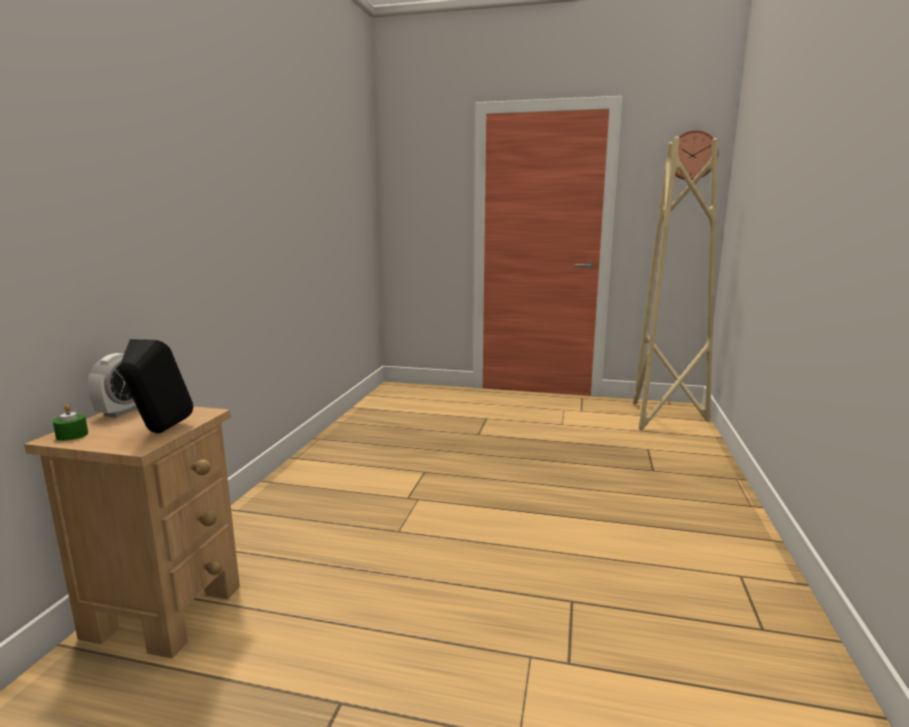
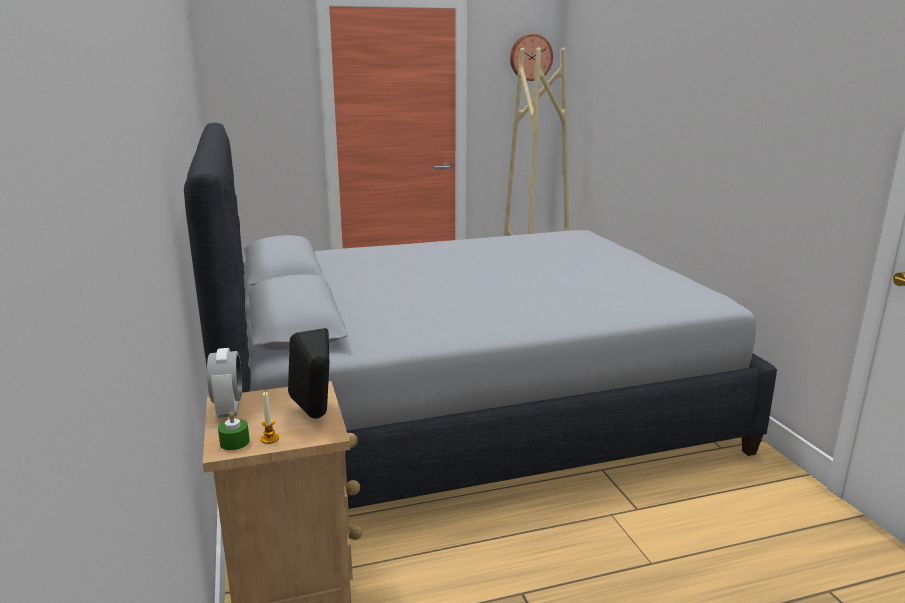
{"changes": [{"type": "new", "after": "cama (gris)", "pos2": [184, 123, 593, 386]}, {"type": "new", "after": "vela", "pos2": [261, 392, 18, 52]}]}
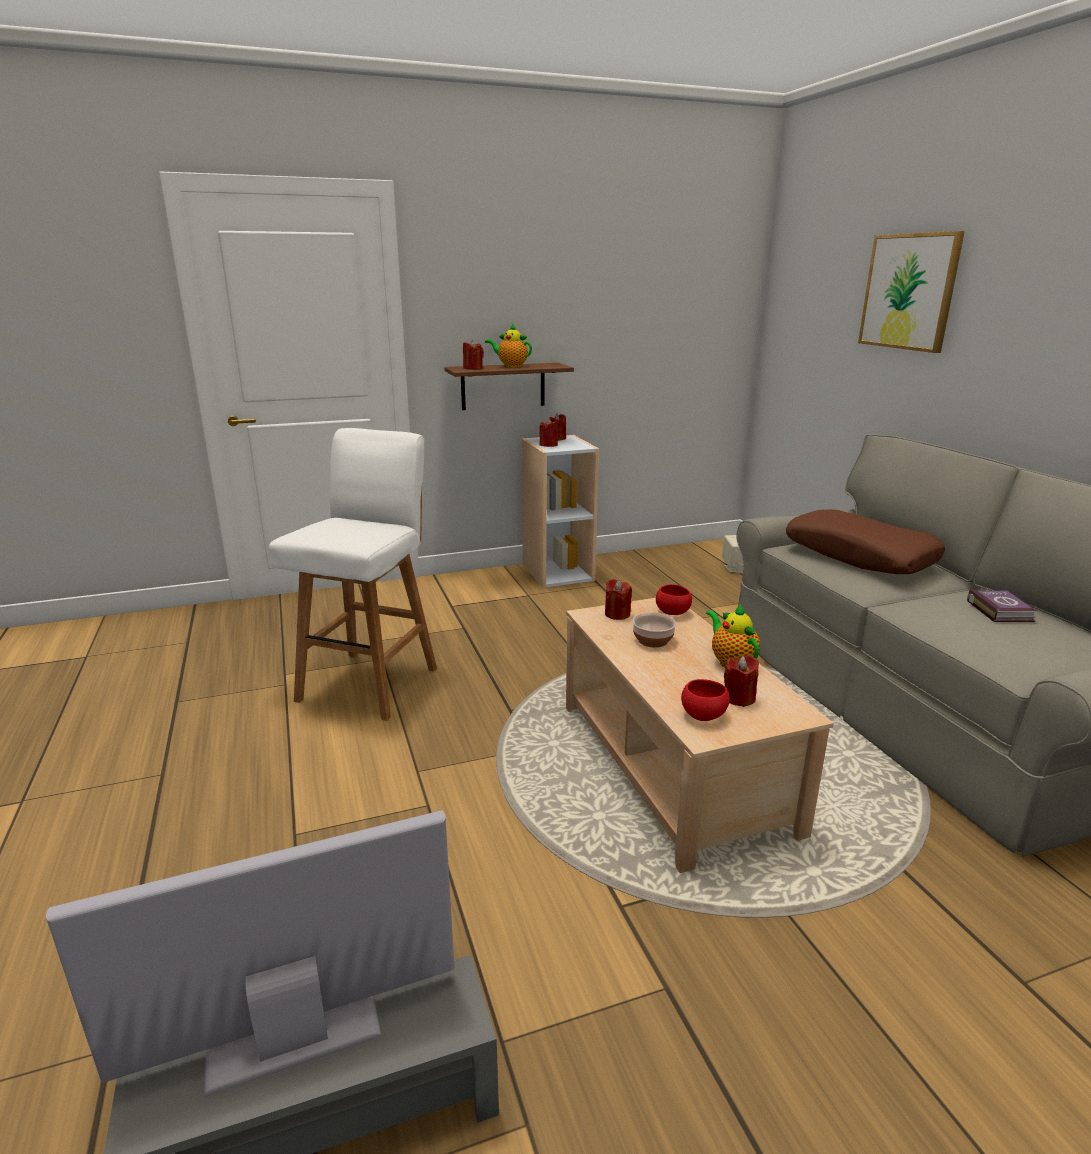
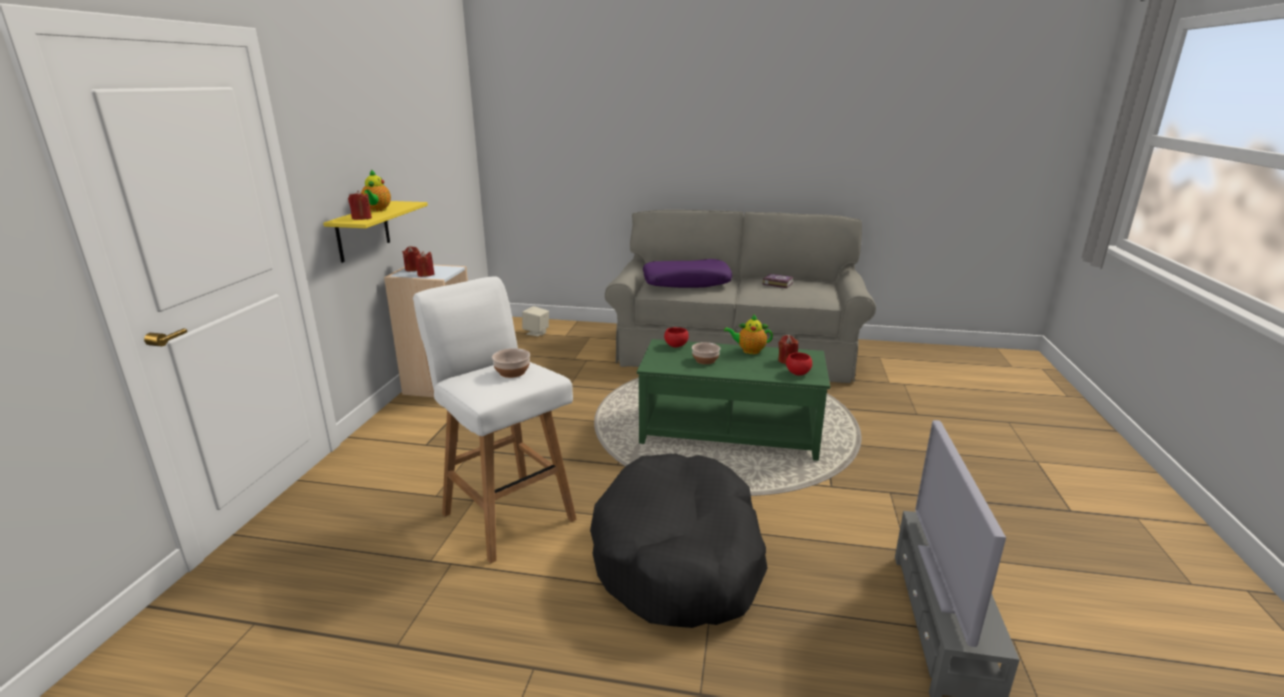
{"changes": [{"type": "gone", "before": "vela (rojo)", "pos1": [605, 579, 27, 41]}, {"type": "gone", "before": "cuadro", "pos1": [858, 231, 107, 122]}, {"type": "new", "after": "cuenco", "pos2": [492, 348, 38, 30]}, {"type": "new", "after": "cama para perro (negro)", "pos2": [590, 454, 178, 174]}, {"type": "repainted", "before": "estante (marrón)", "after": "estante (amarillo)", "pos1": [444, 363, 130, 47], "pos2": [323, 201, 105, 62]}, {"type": "repainted", "before": "mesa de centro (beis)", "after": "mesa de centro (verde)", "pos1": [566, 598, 268, 275], "pos2": [637, 339, 193, 122]}, {"type": "repainted", "before": "cojín (marrón)", "after": "cojín (morado)", "pos1": [786, 509, 159, 65], "pos2": [643, 259, 89, 29]}, {"type": "rotated", "before": "tetera", "pos1": [485, 323, 47, 44], "pos2": [361, 169, 30, 43], "turn": -60}]}
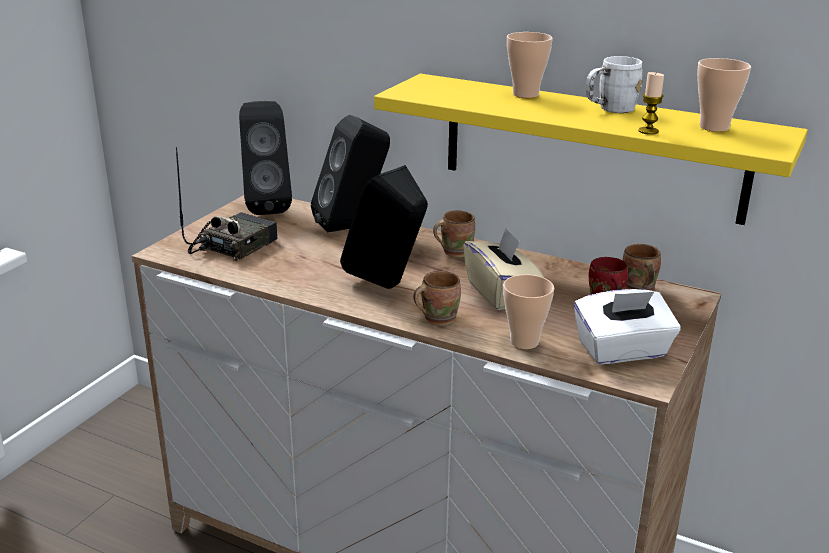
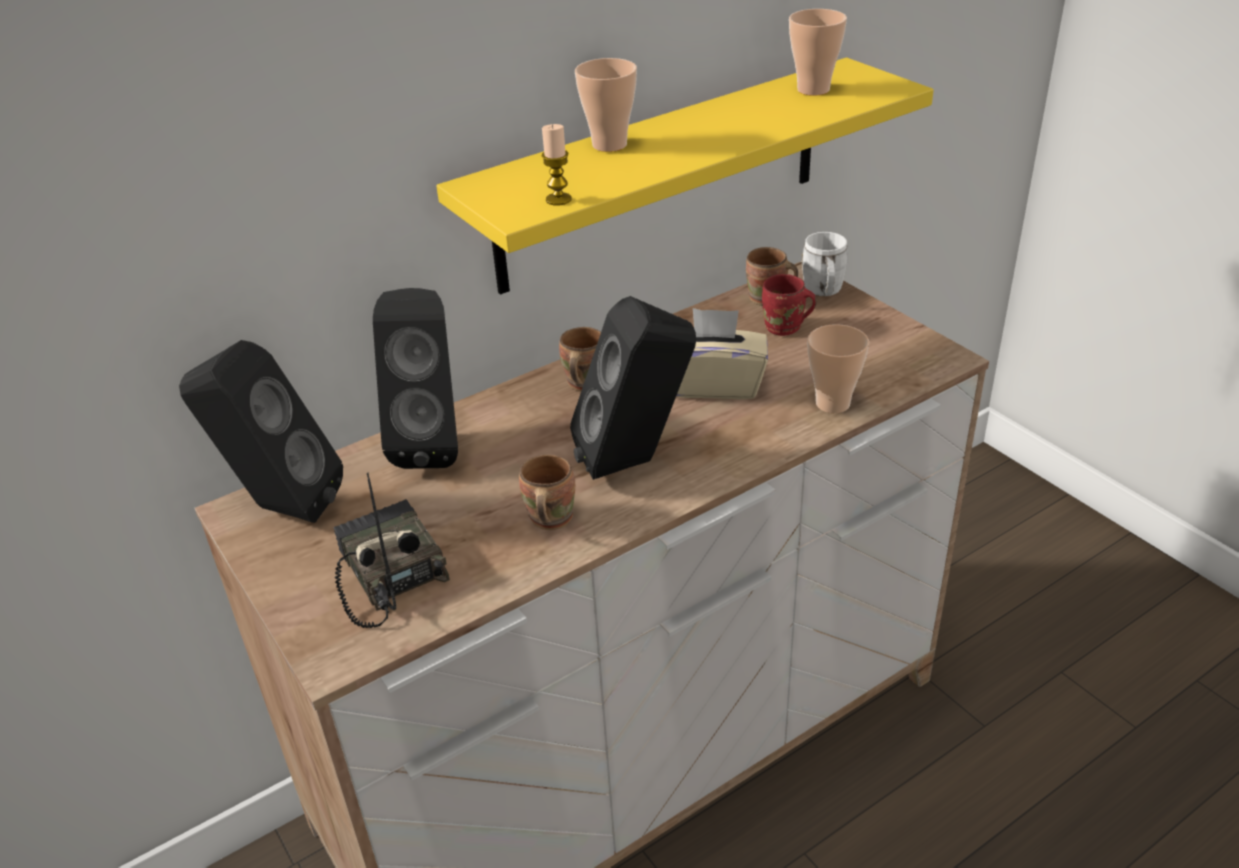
{"changes": [{"type": "gone", "before": "caja de pañuelos (blanco)", "pos1": [574, 289, 107, 75]}, {"type": "shifted", "before": "taza grande (marrón)", "pos1": [414, 271, 47, 55], "pos2": [519, 454, 56, 76]}, {"type": "shifted", "before": "taza grande (blanco)", "pos1": [586, 56, 57, 57], "pos2": [801, 232, 46, 64]}, {"type": "shifted", "before": "vela", "pos1": [638, 72, 26, 63], "pos2": [542, 124, 30, 82]}]}
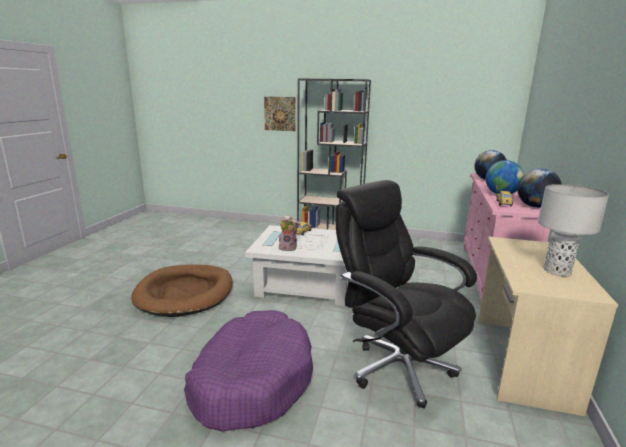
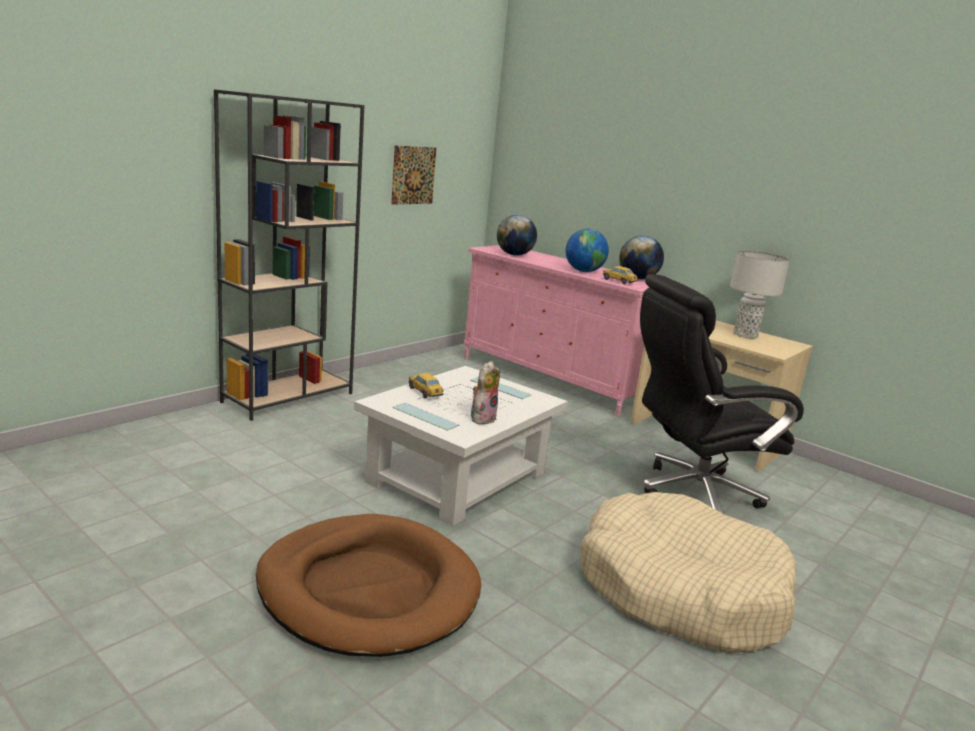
{"changes": [{"type": "shifted", "before": "cuadro", "pos1": [264, 96, 32, 35], "pos2": [391, 145, 45, 60]}, {"type": "repainted", "before": "cama para perro (morado)", "after": "cama para perro (beis)", "pos1": [184, 310, 129, 122], "pos2": [581, 492, 216, 162]}]}
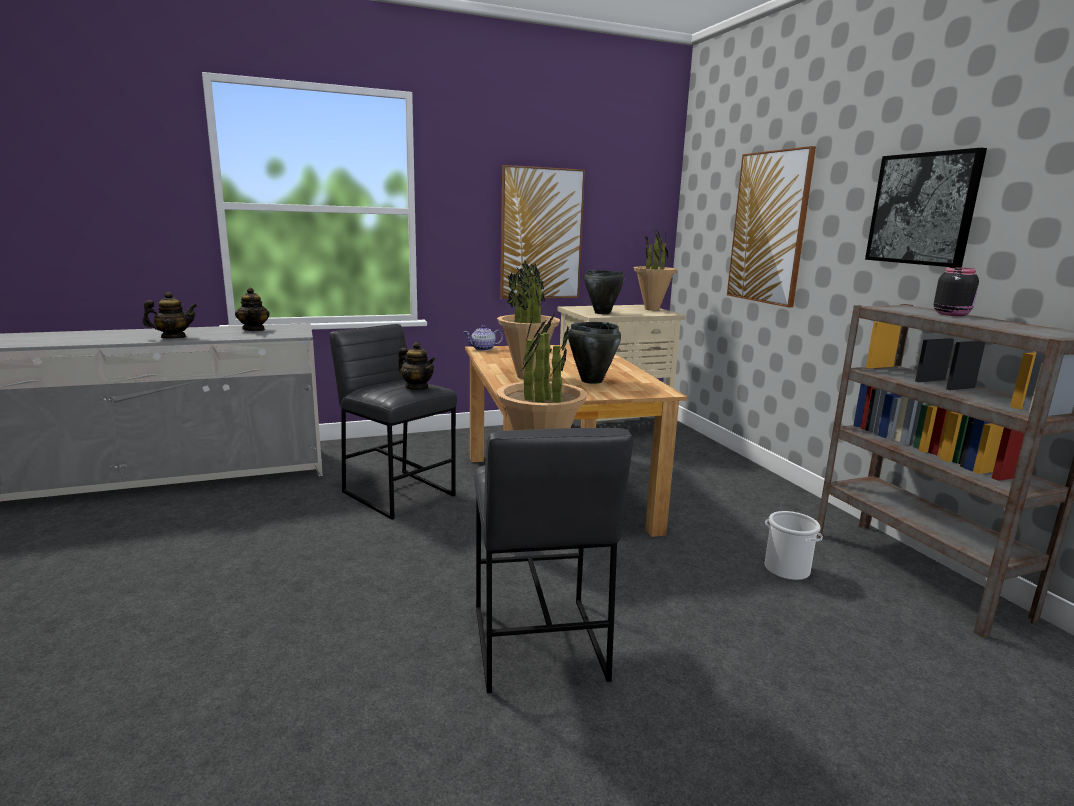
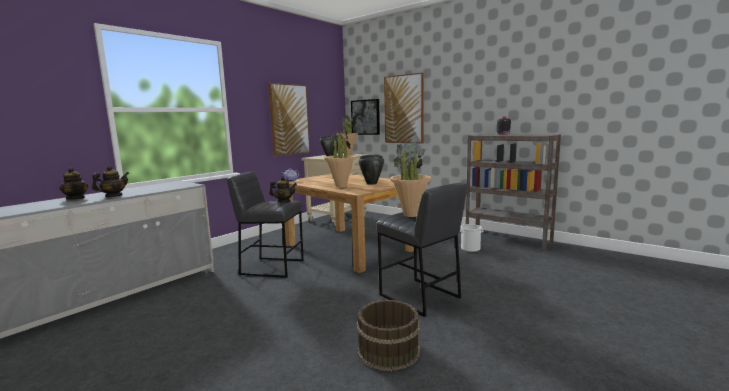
{"changes": [{"type": "new", "after": "cubo (marrón)", "pos2": [356, 300, 64, 71]}, {"type": "shifted", "before": "tetera", "pos1": [235, 288, 35, 43], "pos2": [60, 168, 28, 32]}, {"type": "shifted", "before": "cuadro", "pos1": [865, 148, 122, 120], "pos2": [351, 99, 29, 36]}]}
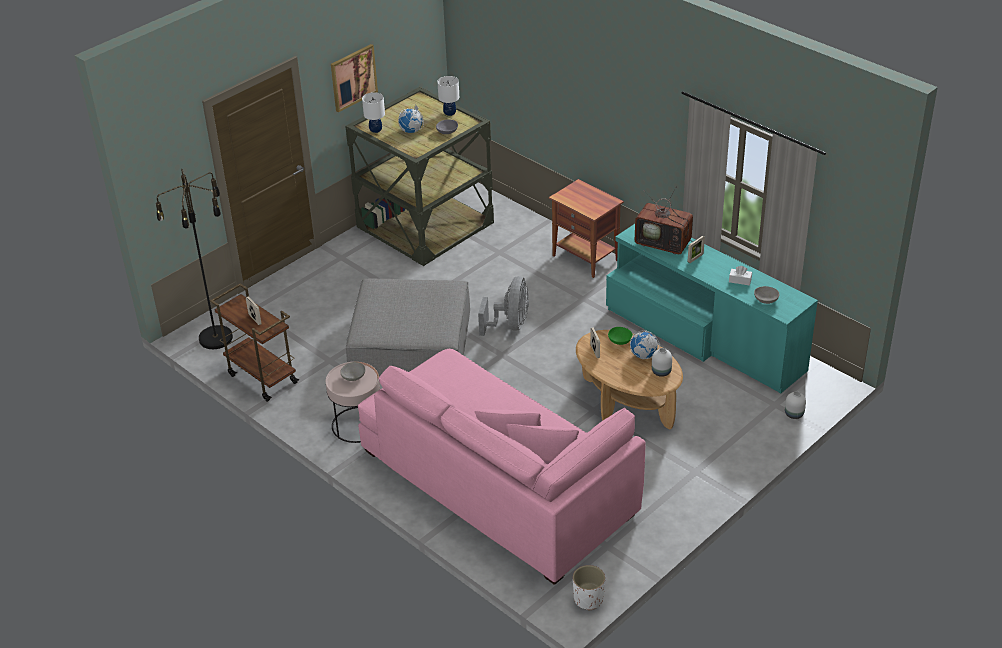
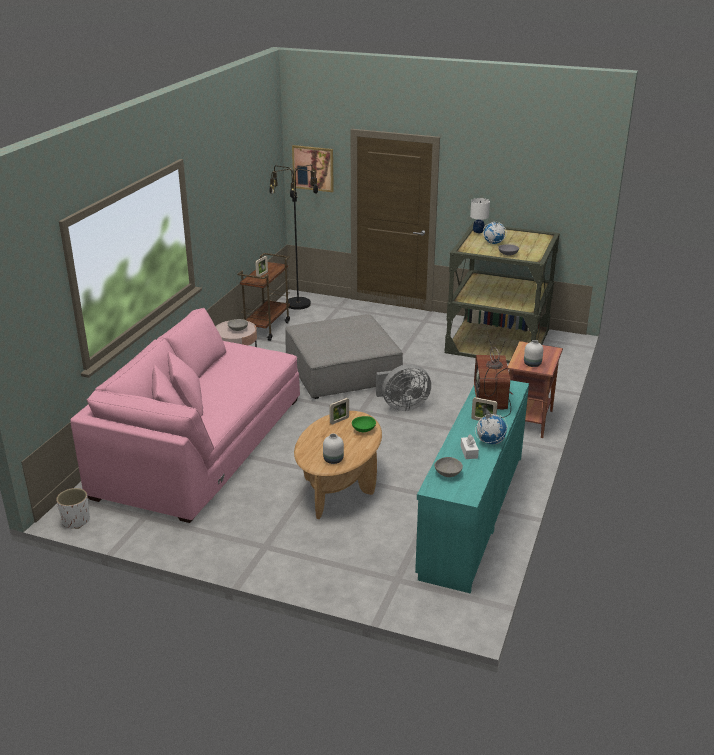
{"changes": [{"type": "gone", "before": "lámpara de mesa (blanco)", "pos1": [437, 76, 22, 40]}, {"type": "shifted", "before": "cuadro", "pos1": [331, 44, 47, 68], "pos2": [292, 145, 42, 47]}, {"type": "shifted", "before": "globo terráqueo", "pos1": [630, 330, 30, 29], "pos2": [475, 413, 32, 31]}, {"type": "shifted", "before": "florero (blanco)", "pos1": [785, 391, 21, 28], "pos2": [524, 340, 19, 27]}]}
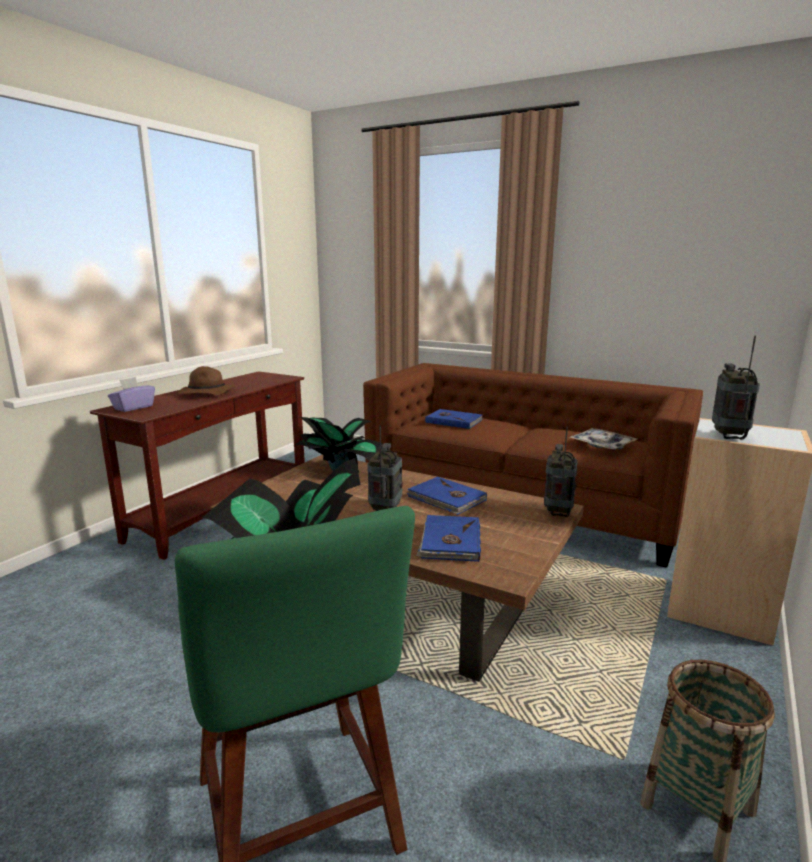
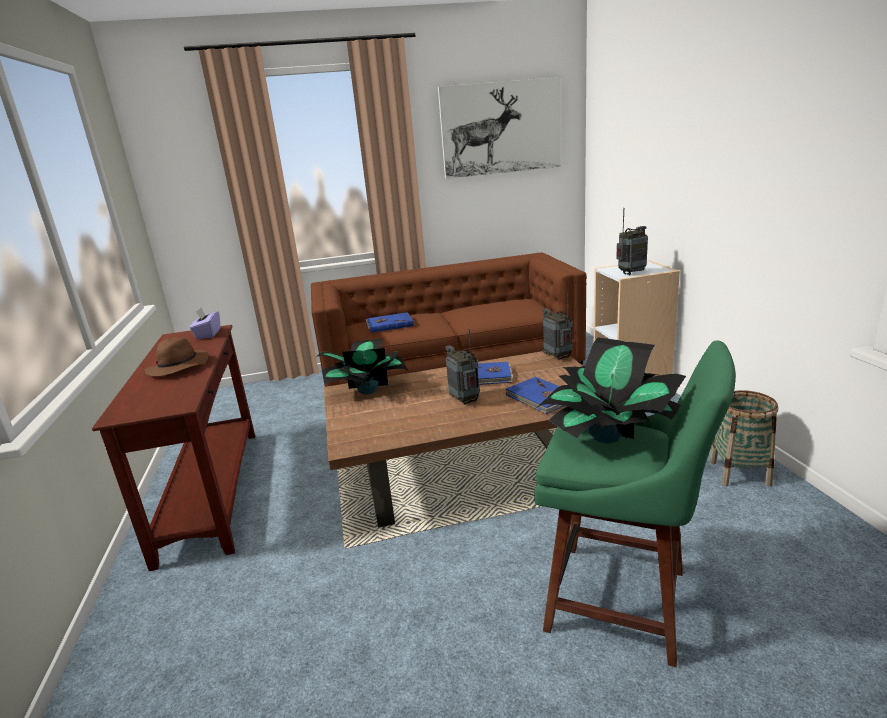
{"changes": [{"type": "gone", "before": "bandeja", "pos1": [569, 428, 68, 22]}, {"type": "new", "after": "cuadro", "pos2": [438, 77, 123, 102]}, {"type": "shifted", "before": "caja de pañuelos (morado)", "pos1": [108, 377, 47, 35], "pos2": [190, 308, 30, 31]}, {"type": "rotated", "before": "radio", "pos1": [712, 335, 48, 105], "pos2": [616, 208, 32, 67], "turn": 90}]}
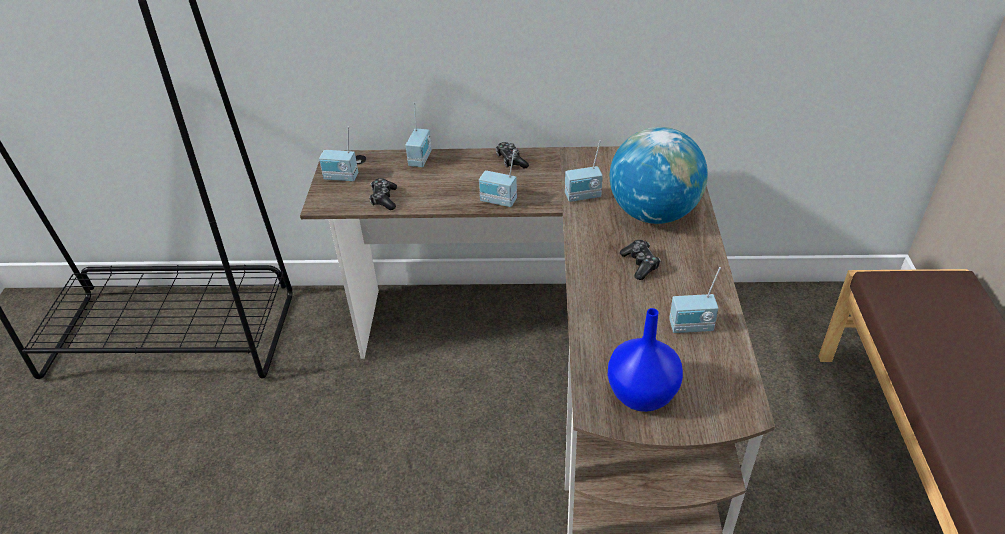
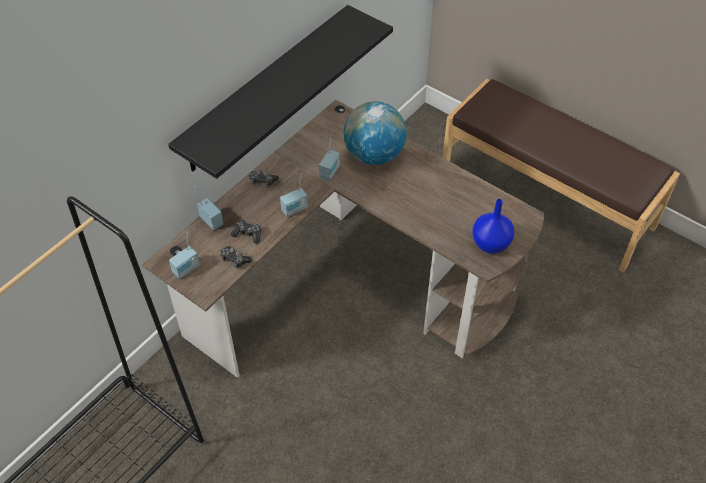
{"changes": [{"type": "gone", "before": "radio", "pos1": [669, 267, 52, 66]}, {"type": "new", "after": "estante (negro)", "pos2": [168, 5, 225, 174]}, {"type": "shifted", "before": "mando de consola", "pos1": [620, 240, 41, 40], "pos2": [231, 220, 30, 24]}]}
